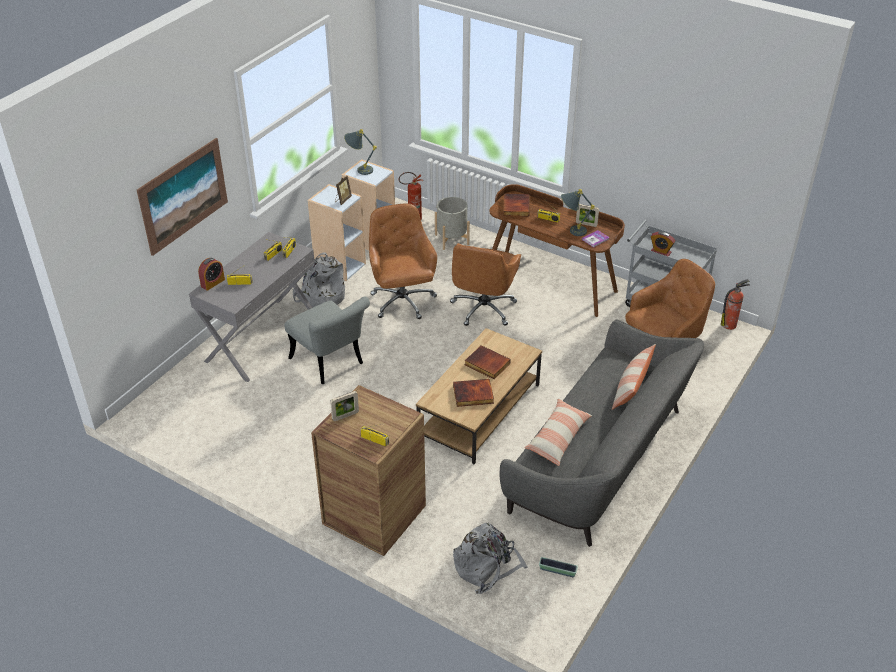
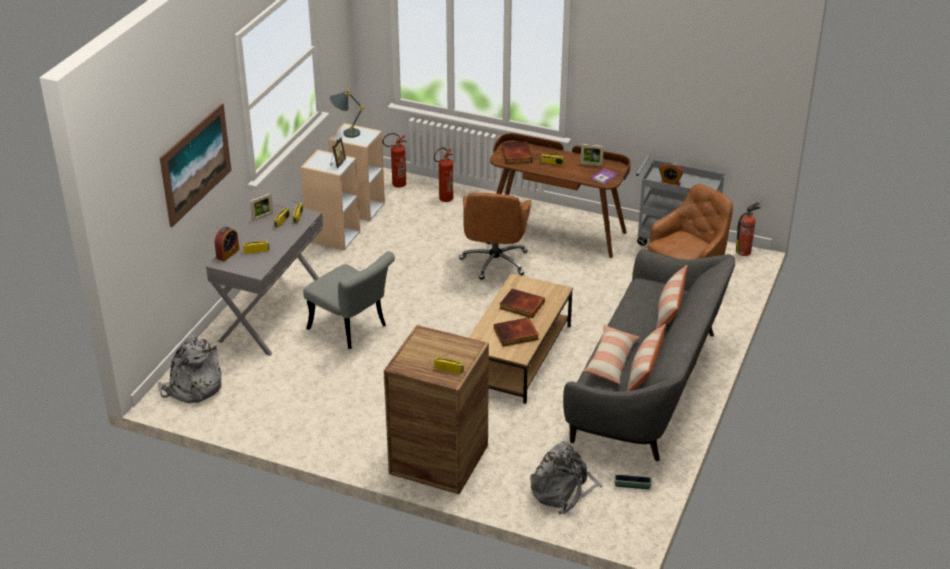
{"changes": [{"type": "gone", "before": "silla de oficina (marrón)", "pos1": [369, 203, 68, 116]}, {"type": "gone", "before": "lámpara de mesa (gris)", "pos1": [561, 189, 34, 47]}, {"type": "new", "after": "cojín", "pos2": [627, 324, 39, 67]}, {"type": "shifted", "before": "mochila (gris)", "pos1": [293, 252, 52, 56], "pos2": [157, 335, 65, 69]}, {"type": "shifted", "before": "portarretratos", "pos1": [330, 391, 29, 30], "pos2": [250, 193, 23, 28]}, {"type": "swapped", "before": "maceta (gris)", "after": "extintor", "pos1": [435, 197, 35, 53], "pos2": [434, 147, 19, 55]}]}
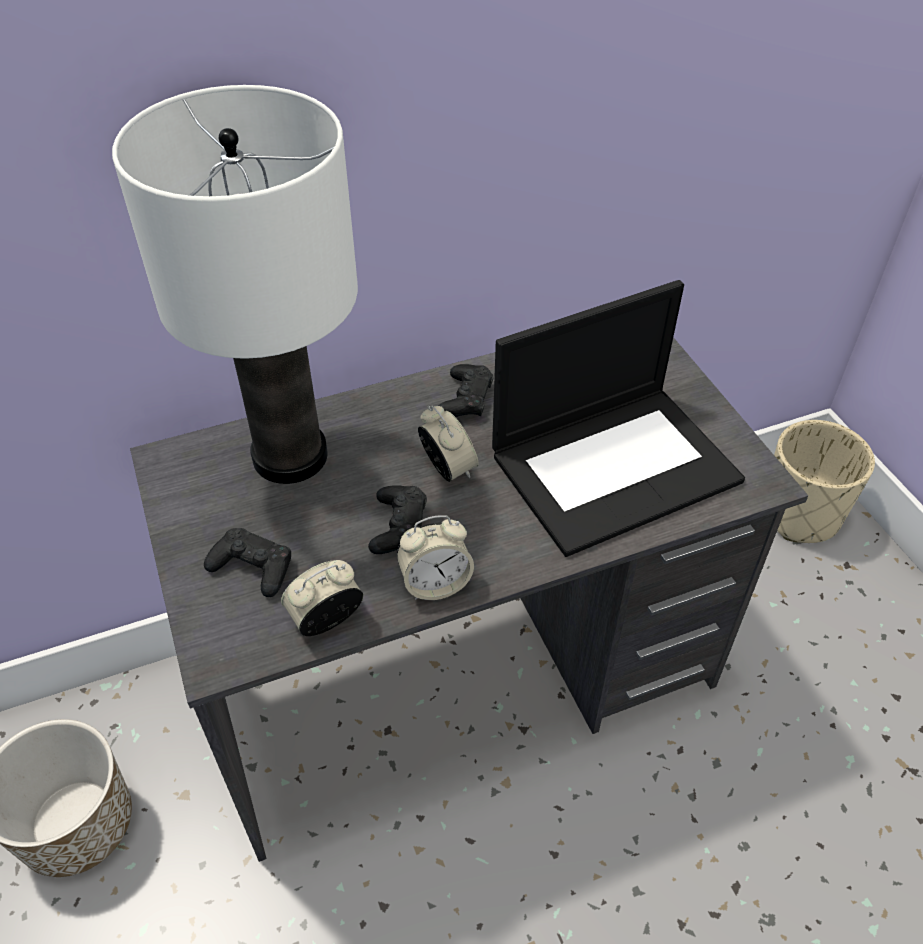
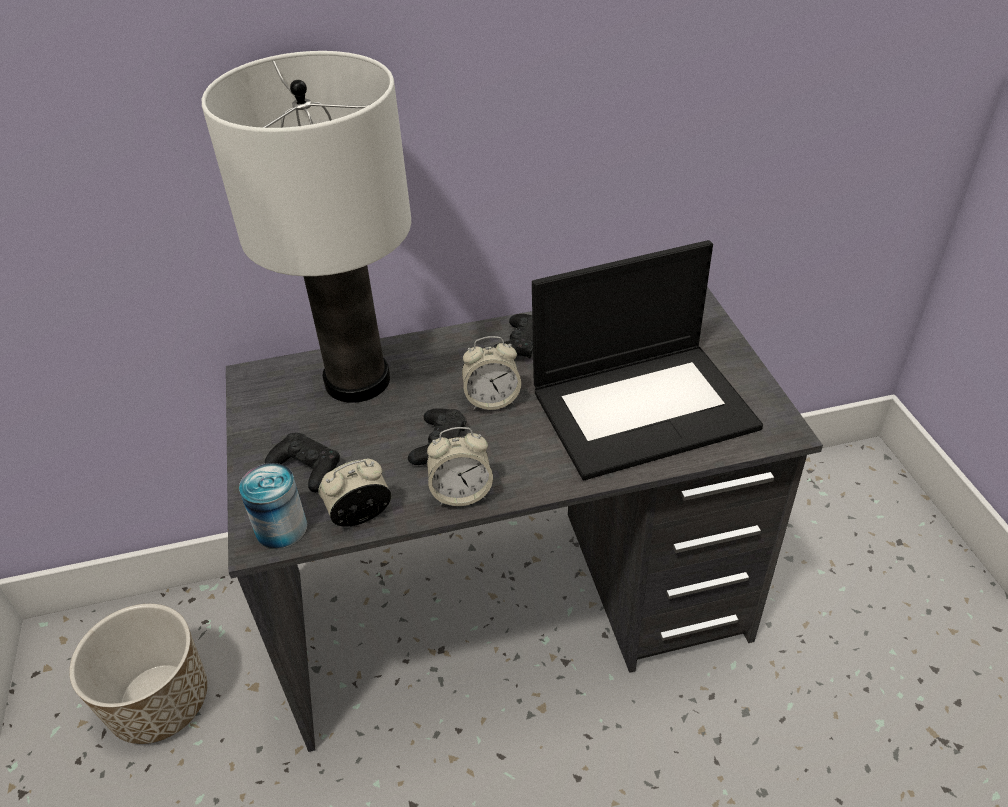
{"changes": [{"type": "gone", "before": "maceta (beis)", "pos1": [774, 420, 101, 123]}, {"type": "new", "after": "lata", "pos2": [239, 463, 68, 86]}, {"type": "rotated", "before": "despertador", "pos1": [418, 405, 61, 77], "pos2": [462, 336, 59, 74], "turn": 105}]}
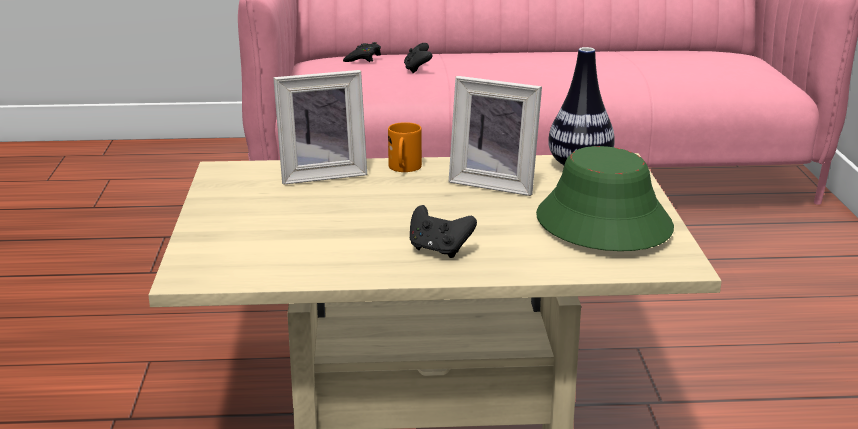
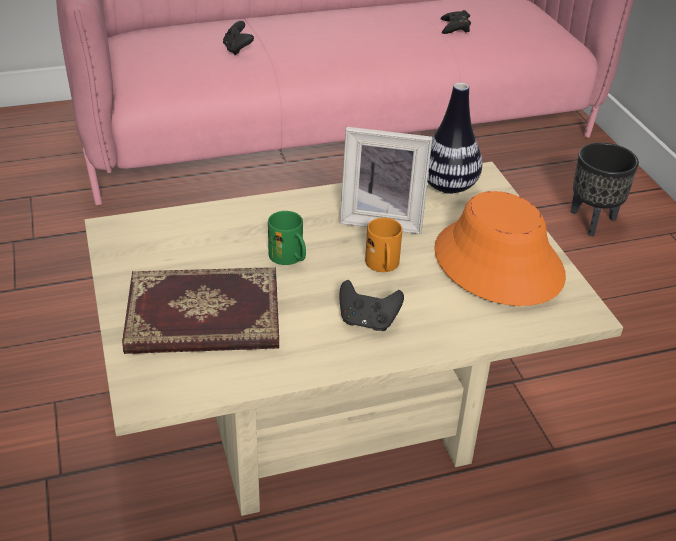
{"changes": [{"type": "gone", "before": "portarretratos", "pos1": [273, 70, 94, 115]}, {"type": "new", "after": "libro", "pos2": [122, 267, 157, 87]}, {"type": "new", "after": "taza grande (verde)", "pos2": [268, 211, 38, 54]}, {"type": "new", "after": "maceta (negro)", "pos2": [570, 142, 69, 94]}, {"type": "shifted", "before": "mando de consola (negro)", "pos1": [343, 42, 38, 20], "pos2": [441, 10, 30, 24]}, {"type": "shifted", "before": "taza grande (naranja)", "pos1": [388, 122, 34, 50], "pos2": [365, 218, 37, 54]}, {"type": "repainted", "before": "sombrero (verde)", "after": "sombrero (naranja)", "pos1": [536, 146, 138, 105], "pos2": [434, 191, 132, 115]}]}
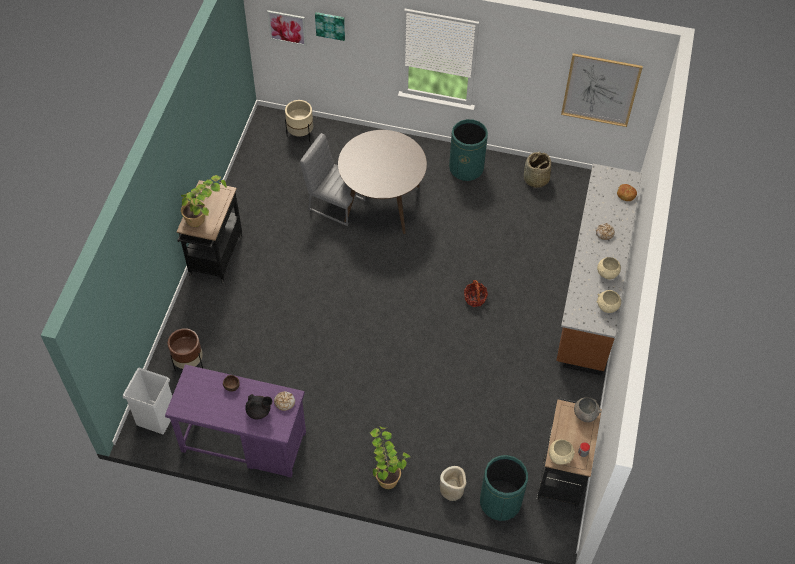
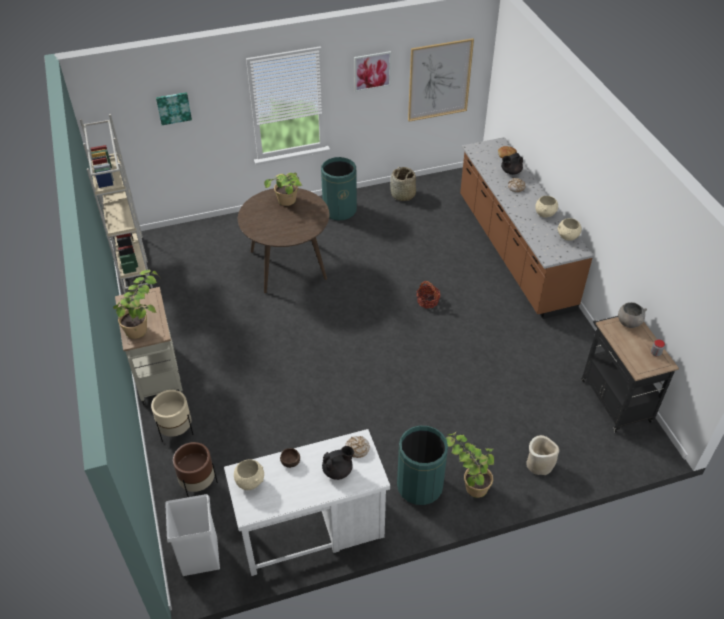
{"changes": [{"type": "gone", "before": "silla (gris)", "pos1": [300, 133, 66, 93]}, {"type": "new", "after": "estantería (beis)", "pos2": [80, 114, 73, 180]}, {"type": "new", "after": "planta en maceta", "pos2": [264, 172, 38, 34]}, {"type": "new", "after": "tetera (negro)", "pos2": [501, 152, 22, 23]}, {"type": "shifted", "before": "cuadro", "pos1": [267, 10, 40, 36], "pos2": [354, 51, 37, 41]}, {"type": "shifted", "before": "maceta (beis)", "pos1": [285, 100, 28, 42], "pos2": [151, 390, 42, 52]}, {"type": "shifted", "before": "papelera (verde)", "pos1": [480, 455, 48, 66], "pos2": [397, 426, 51, 79]}, {"type": "shifted", "before": "cuenco (beis)", "pos1": [549, 439, 26, 26], "pos2": [234, 459, 30, 31]}, {"type": "repainted", "before": "escritorio (morado)", "after": "escritorio (blanco)", "pos1": [165, 364, 141, 114], "pos2": [224, 429, 166, 147]}, {"type": "repainted", "before": "carrito (negro)", "after": "carrito (beis)", "pos1": [177, 180, 65, 103], "pos2": [115, 287, 68, 118]}]}
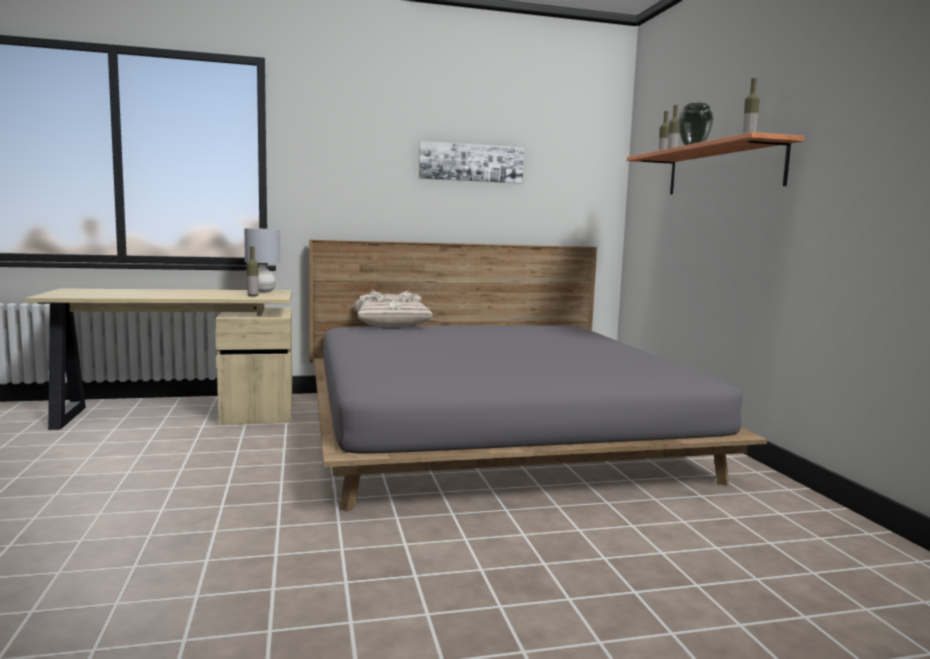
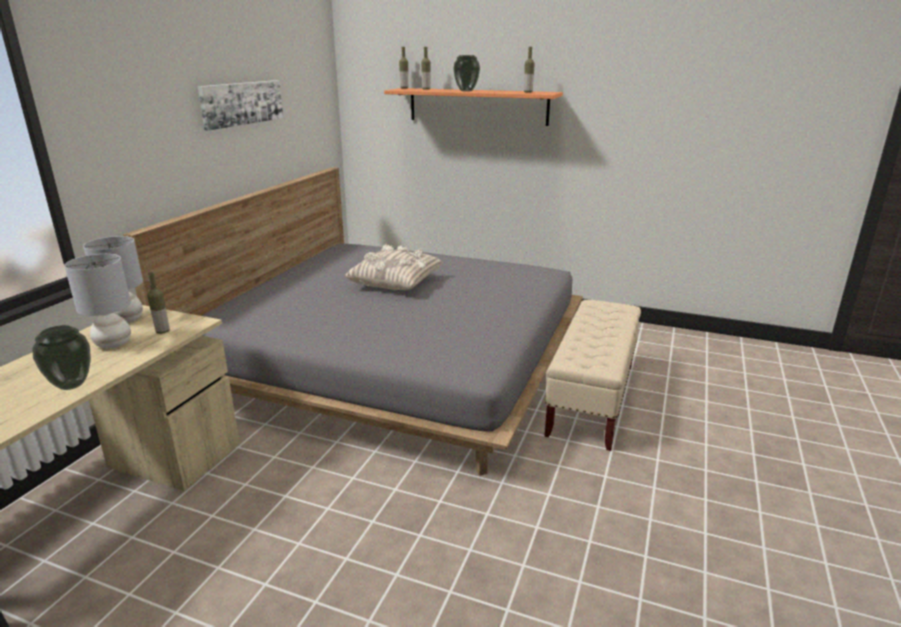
{"changes": [{"type": "new", "after": "florero", "pos2": [32, 325, 59, 65]}, {"type": "new", "after": "lámpara de mesa (gris)", "pos2": [64, 254, 67, 95]}, {"type": "new", "after": "banco (beis)", "pos2": [545, 300, 96, 151]}, {"type": "shifted", "before": "cojín (beis)", "pos1": [353, 290, 79, 37], "pos2": [345, 244, 97, 46]}]}
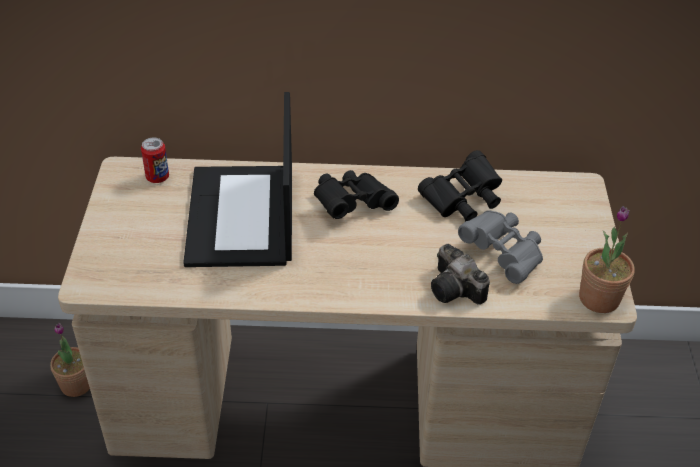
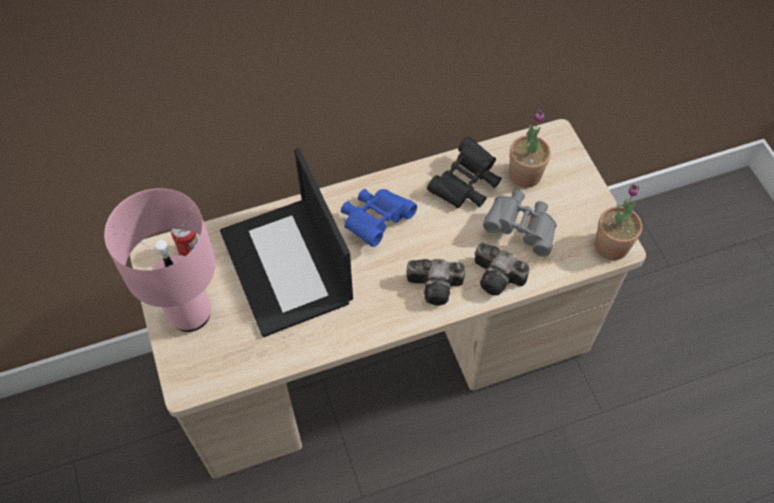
{"changes": [{"type": "new", "after": "lámpara de mesa (rosa)", "pos2": [104, 188, 112, 144]}, {"type": "new", "after": "cámara", "pos2": [407, 259, 58, 47]}, {"type": "shifted", "before": "planta en maceta", "pos1": [50, 323, 40, 74], "pos2": [509, 109, 42, 79]}, {"type": "repainted", "before": "prismáticos (negro)", "after": "prismáticos (azul)", "pos1": [314, 170, 85, 49], "pos2": [341, 189, 76, 58]}]}
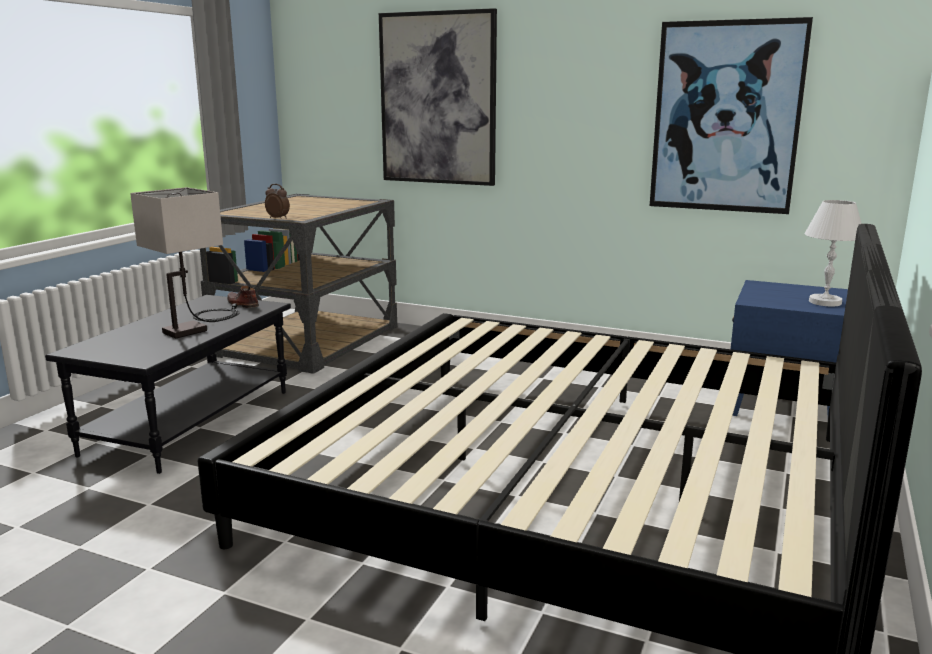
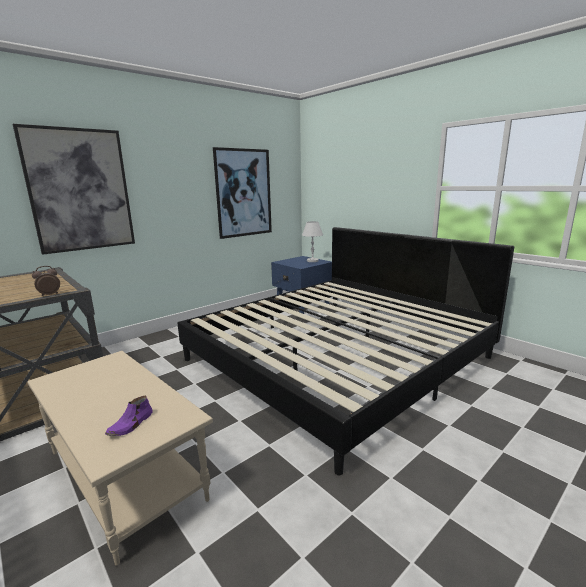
{"changes": [{"type": "gone", "before": "lámpara de mesa", "pos1": [130, 187, 109, 152]}, {"type": "gone", "before": "zapato (marrón)", "pos1": [227, 285, 32, 23]}, {"type": "new", "after": "zapato (morado)", "pos2": [105, 396, 48, 40]}, {"type": "repainted", "before": "mesa de centro (negro)", "after": "mesa de centro (beis)", "pos1": [45, 295, 246, 179], "pos2": [27, 351, 186, 215]}]}
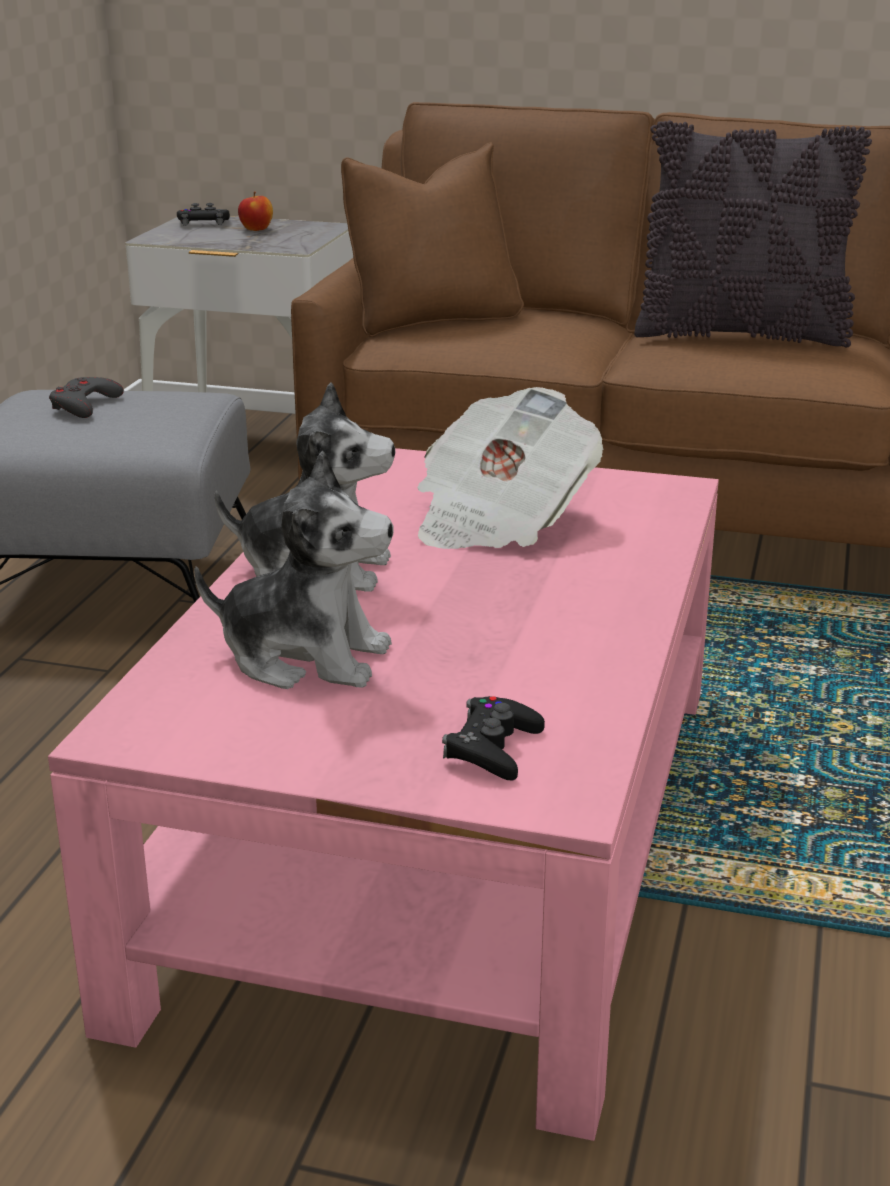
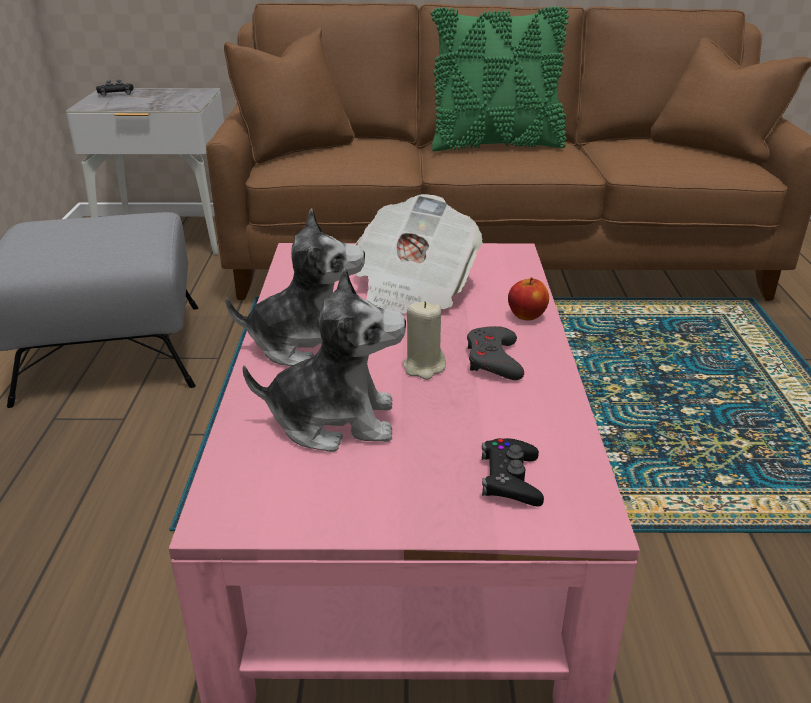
{"changes": [{"type": "new", "after": "vela (beis)", "pos2": [403, 301, 43, 79]}, {"type": "shifted", "before": "mando de consola (gris)", "pos1": [49, 377, 75, 41], "pos2": [467, 326, 57, 54]}, {"type": "shifted", "before": "manzana", "pos1": [238, 192, 35, 39], "pos2": [508, 277, 41, 44]}, {"type": "repainted", "before": "cojín (negro)", "after": "cojín (verde)", "pos1": [634, 120, 238, 228], "pos2": [431, 6, 138, 145]}]}
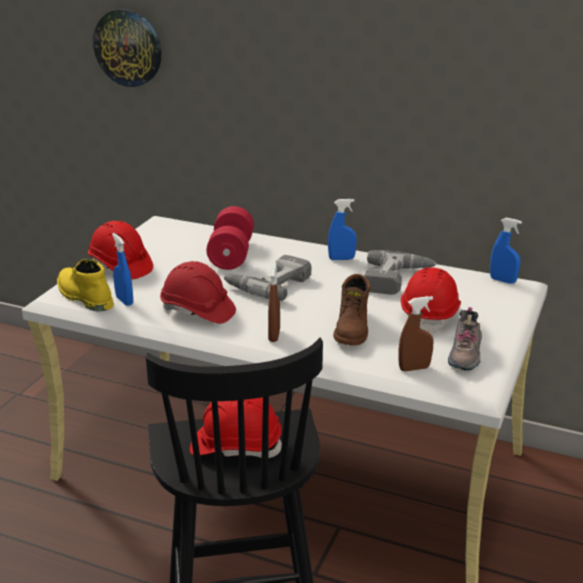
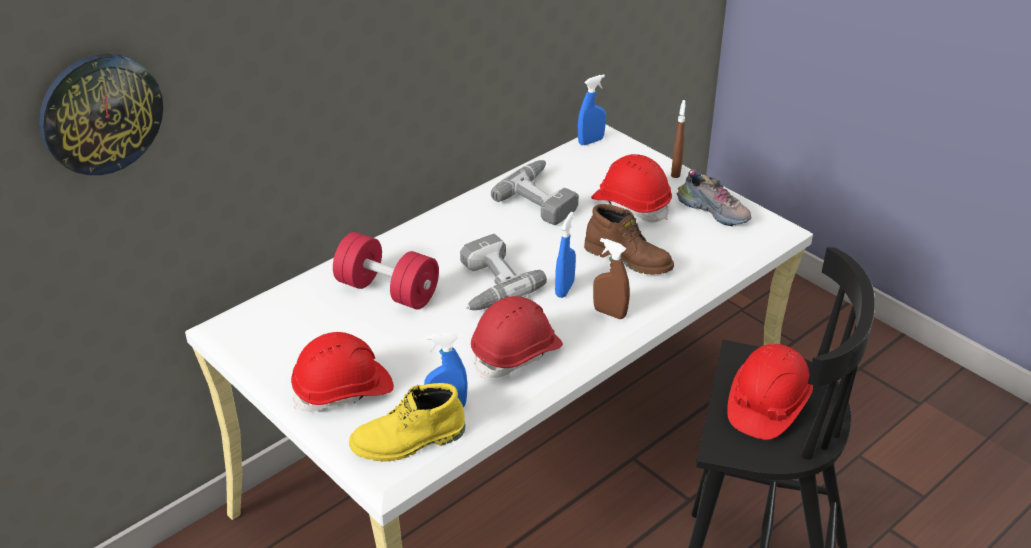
{"changes": [{"type": "shifted", "before": "pulverizador (azul)", "pos1": [328, 199, 29, 61], "pos2": [555, 212, 21, 86]}, {"type": "shifted", "before": "pulverizador (marrón)", "pos1": [398, 296, 36, 75], "pos2": [671, 100, 15, 78]}]}
